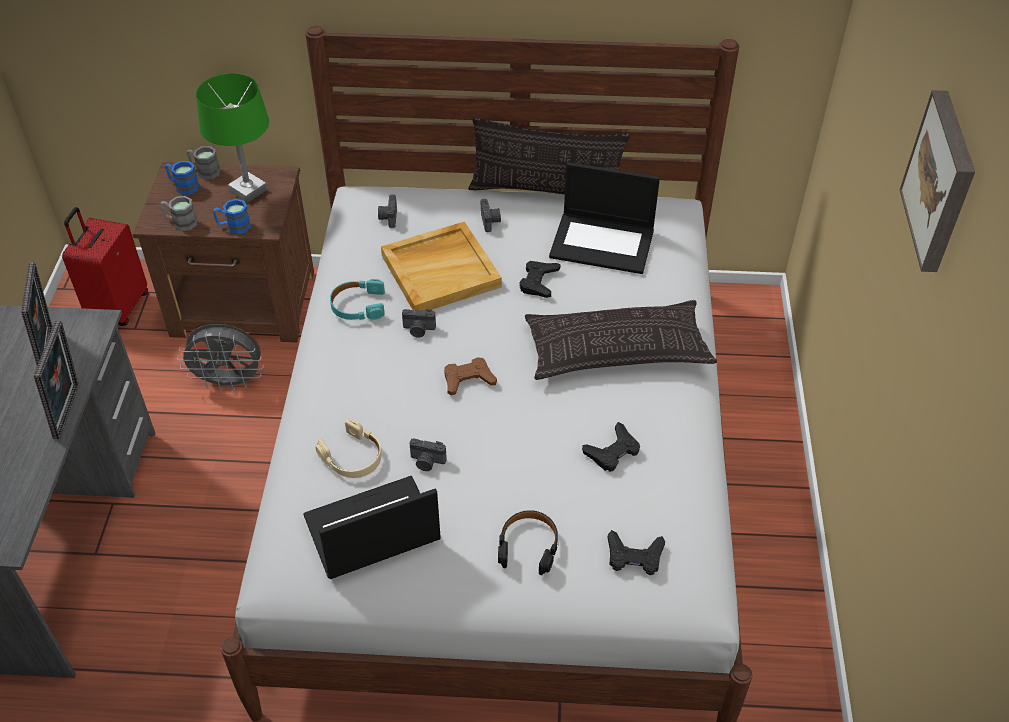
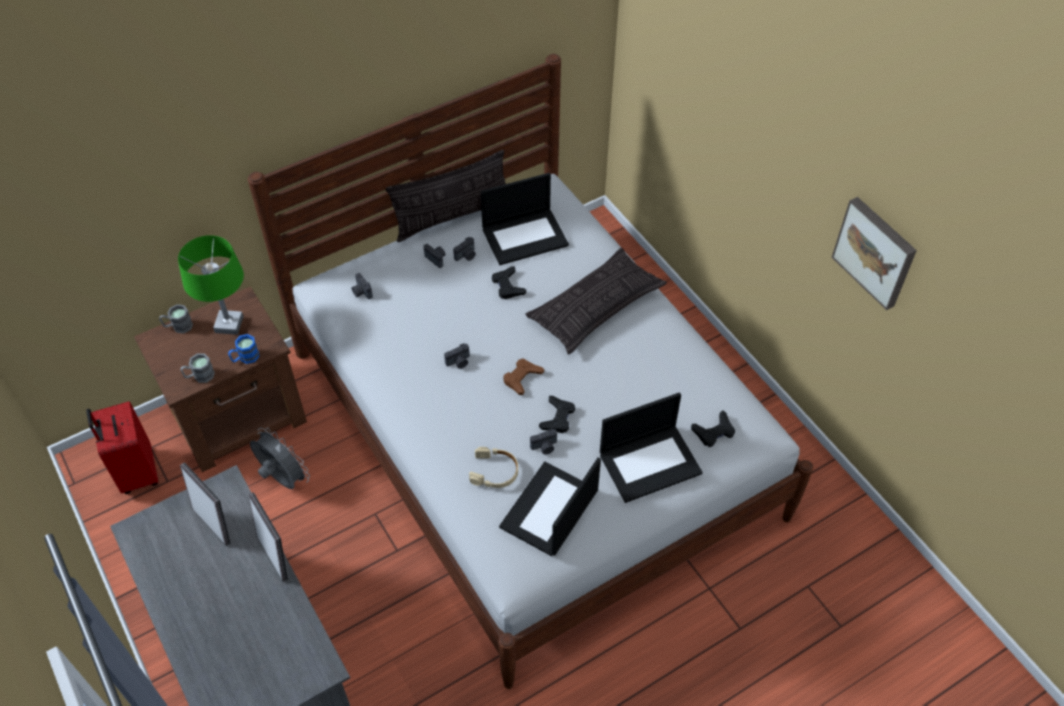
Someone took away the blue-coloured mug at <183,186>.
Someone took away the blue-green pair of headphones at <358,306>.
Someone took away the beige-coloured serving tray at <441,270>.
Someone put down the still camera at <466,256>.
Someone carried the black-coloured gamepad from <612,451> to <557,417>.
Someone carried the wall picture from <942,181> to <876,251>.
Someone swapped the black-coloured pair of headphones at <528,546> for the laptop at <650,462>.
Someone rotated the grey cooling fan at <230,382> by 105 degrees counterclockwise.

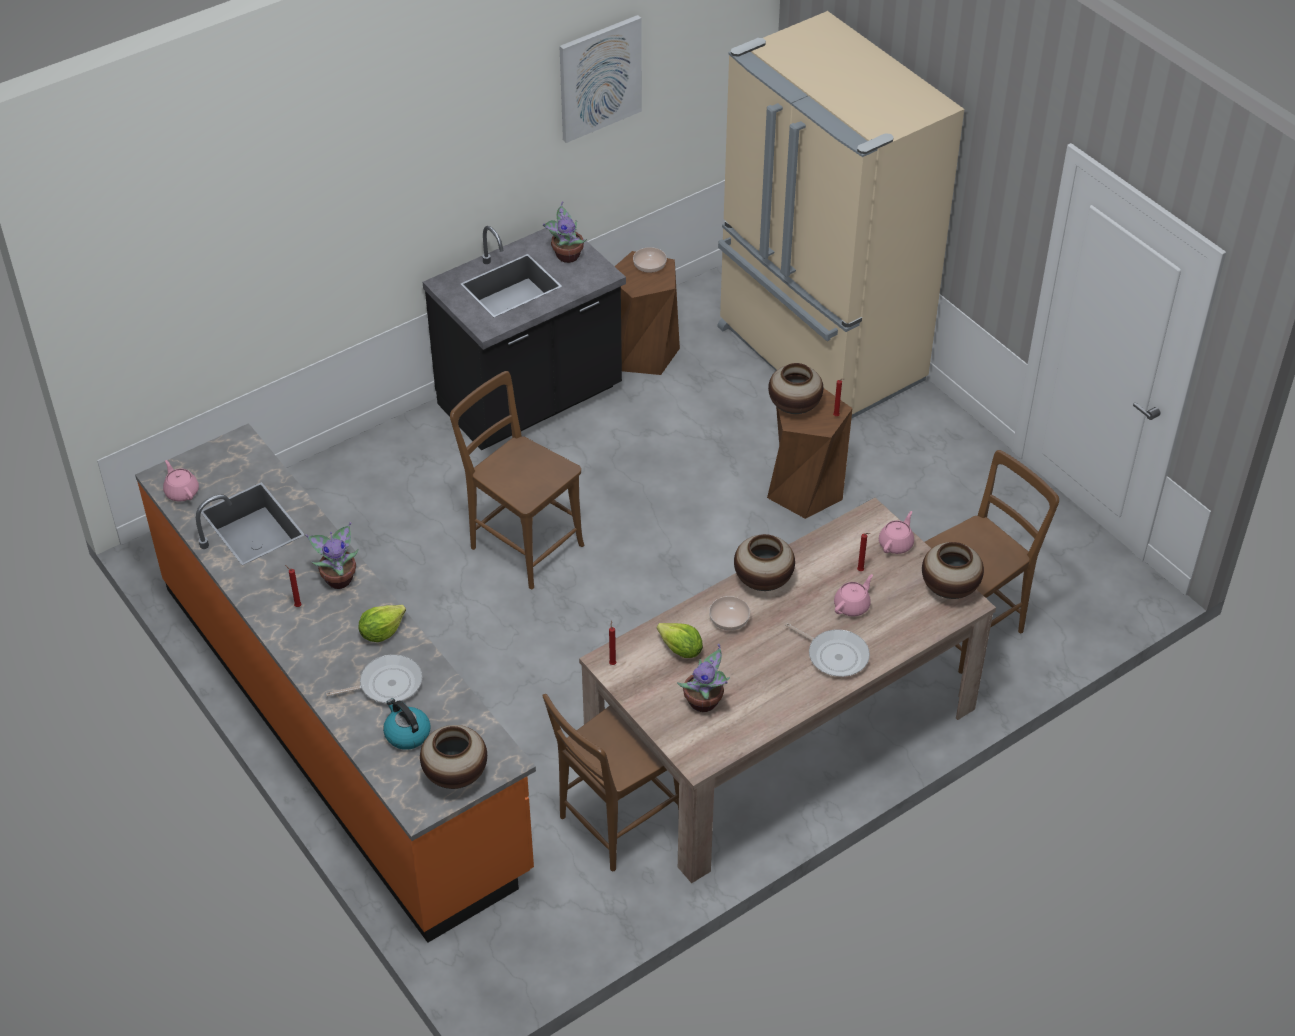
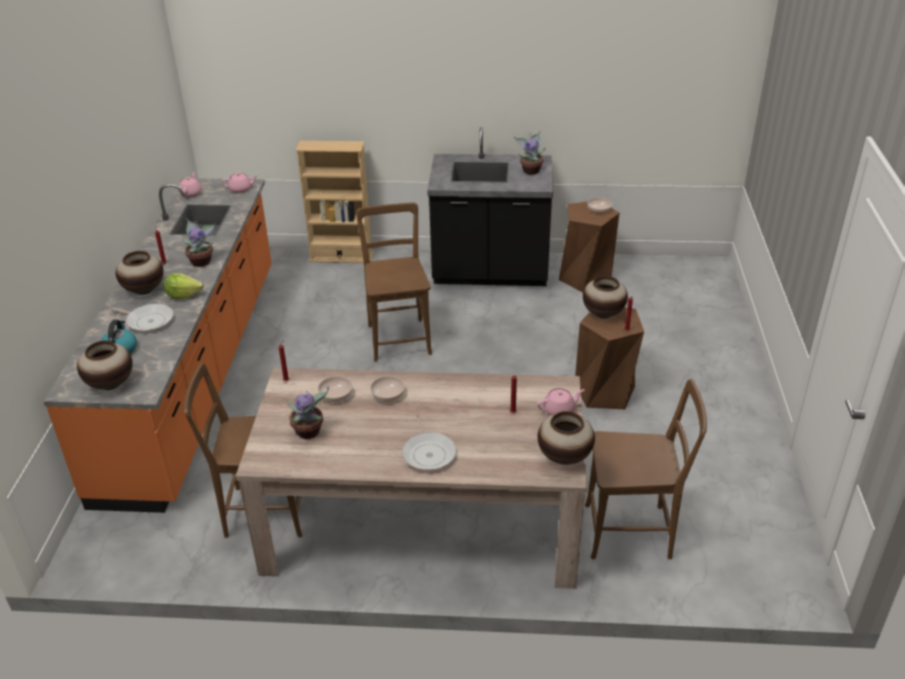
Someone took away the wall picture at <599,78>.
Someone took away the beige-coloured refrigerator at <818,356>.
Someone put down the beige-coloured bookcase at <341,257>.
Someone carried the vase from <763,581> to <144,290>.
Someone carried the pink-coloured tea pot from <852,606> to <241,189>.
Someone swapped the lettuce at <680,650> for the deep dish at <335,395>.

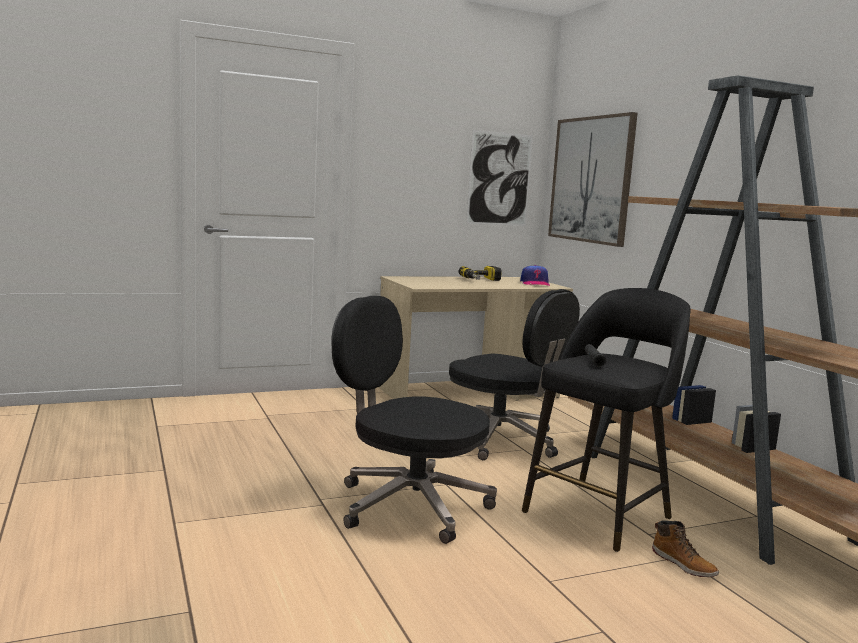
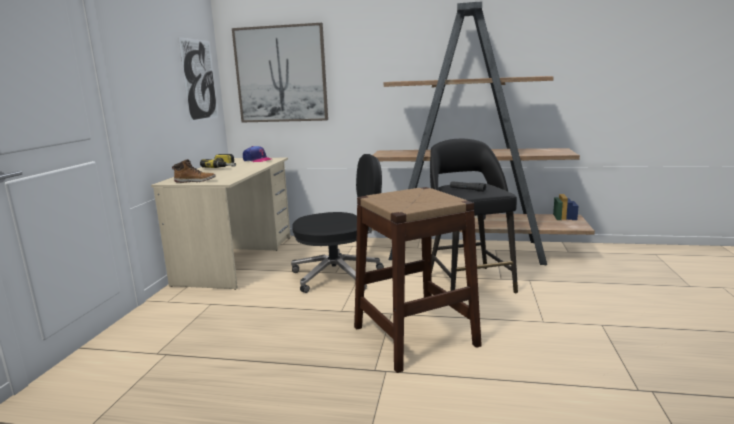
Someone carried the high-top boot from <684,564> to <195,181>.
Someone swapped the black-coloured computer chair at <409,505> for the brown sitting stool at <414,336>.

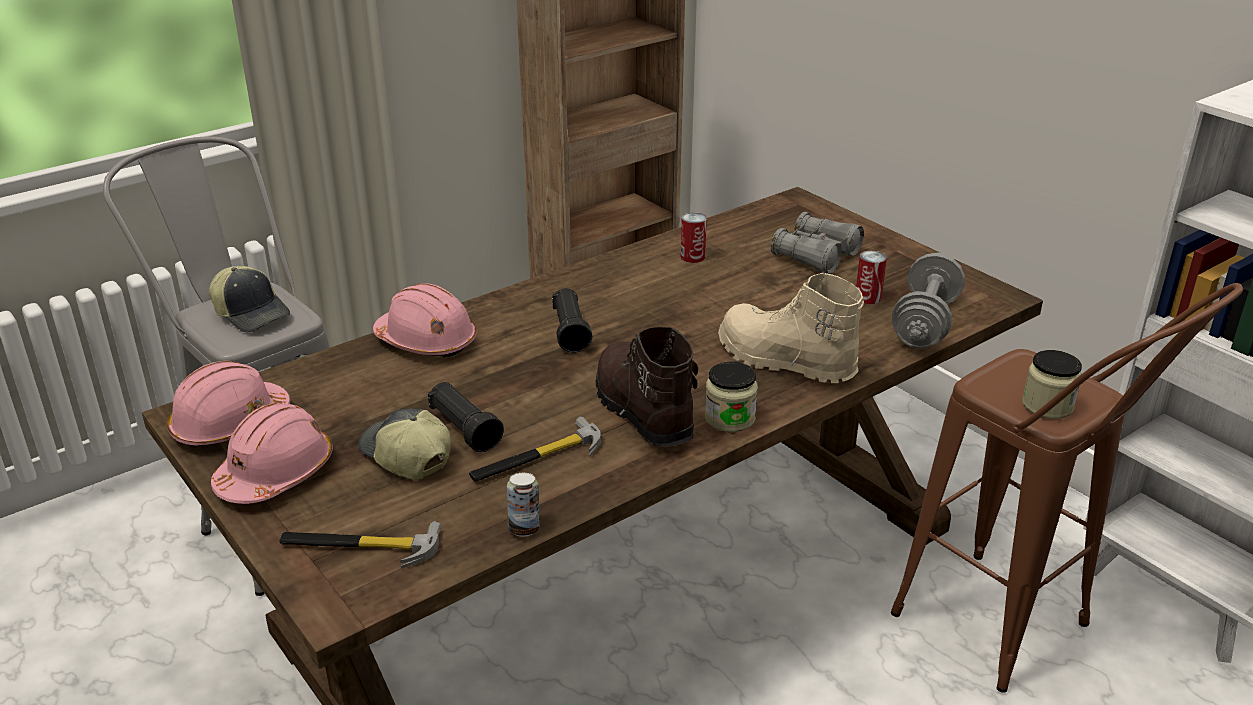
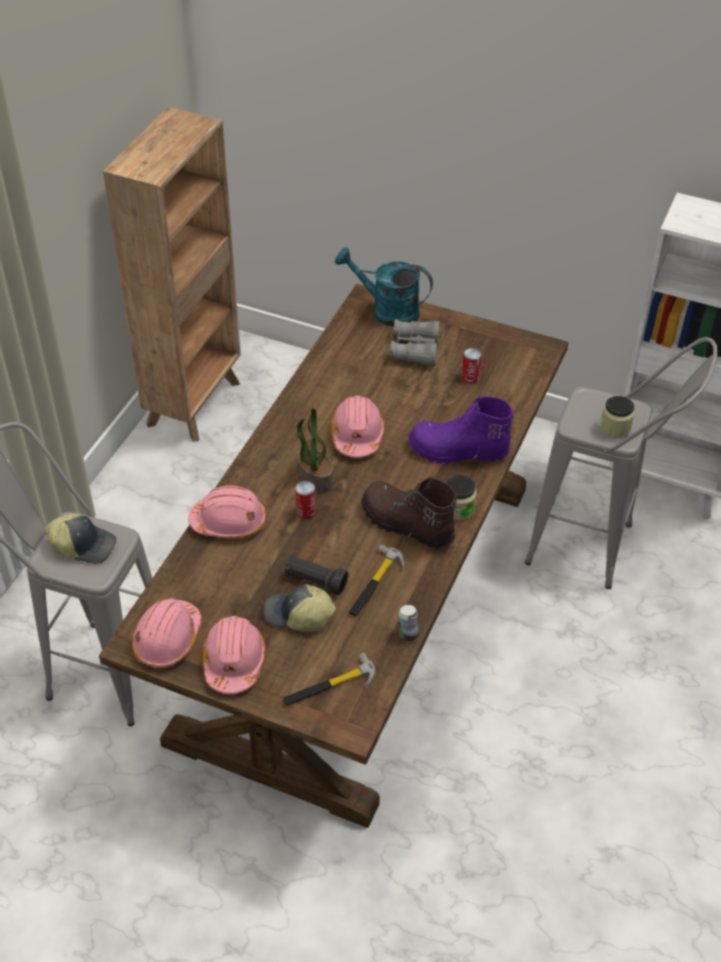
Someone took away the grey hand weight at <925,323>.
Someone put down the pink-coloured hard hat at <357,435>.
Someone put down the blue-green watering can at <387,310>.
Someone carried the metal can from <692,257> to <306,511>.
Someone swapped the black-coloured flashlight at <570,332> for the potted plant at <313,478>.
Someone repainted the beige-coloured high-top boot at <784,362>, which became the purplish high-top boot at <458,452>.
Someone repainted the brown sitting stool at <1014,636>, which became the grey sitting stool at <597,549>.

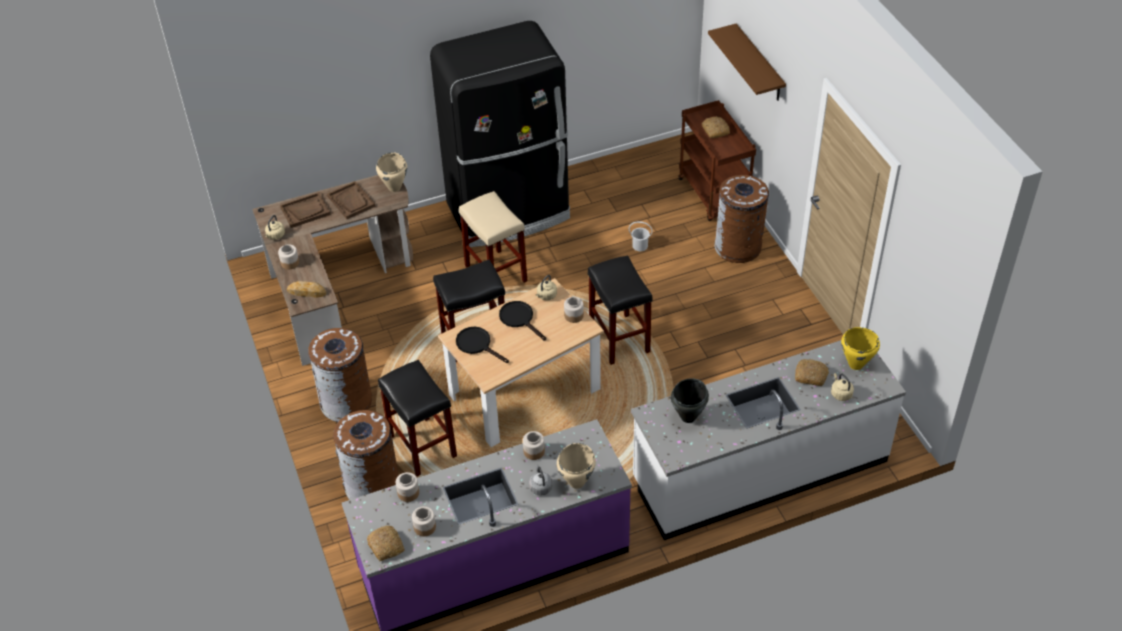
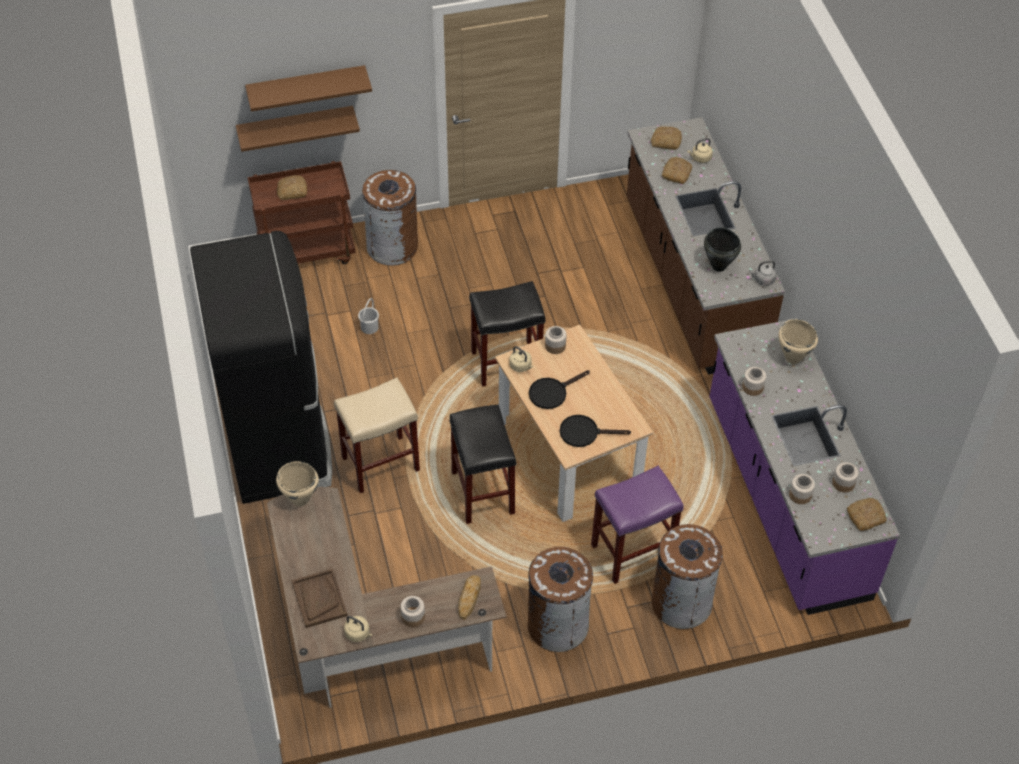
Someone took away the brown serving tray at <351,201>.
Someone put up the brown shelf at <296,126>.
Someone carried the grey water kettle from <540,487> to <763,280>.
Someone swapped the yellow-coloured stockpot at <855,364> for the baked bread at <666,142>.
Someone repainted the black-coloured sitting stool at <421,446>, which became the purplish sitting stool at <631,553>.
Someone repainted the whitish kitchen base unit at <759,470>, which became the brown kitchen base unit at <692,281>.
Someone rotated the black-coloured pan at <477,344> by 45 degrees clockwise.

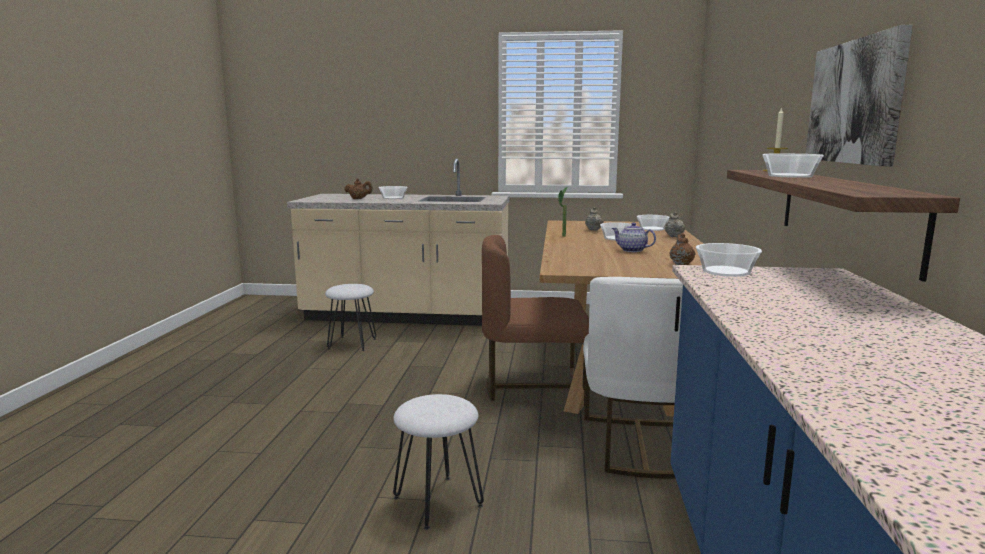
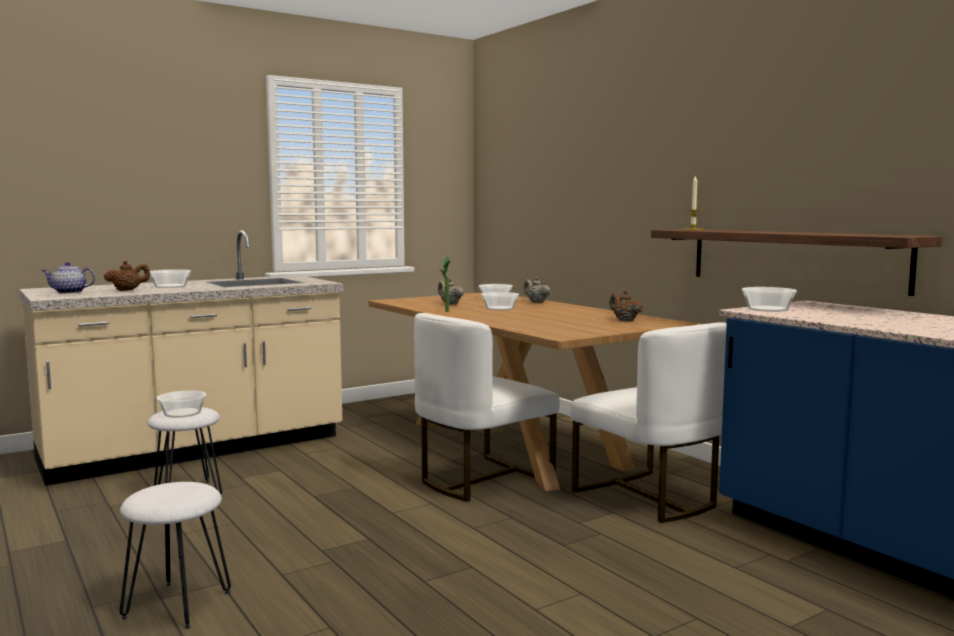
Someone took away the wall picture at <855,102>.
Someone carried the whitish sitting stool from <437,501> to <176,604>.
Someone carried the tea pot from <631,250> to <68,292>.
Someone carried the deep dish from <790,176> to <183,413>.
Someone repainted the brown chair at <534,387>, which became the whitish chair at <482,480>.

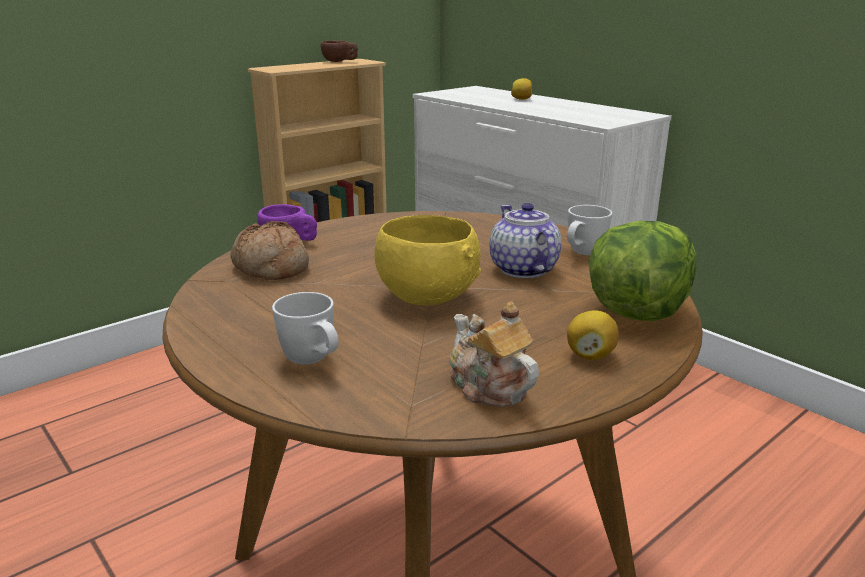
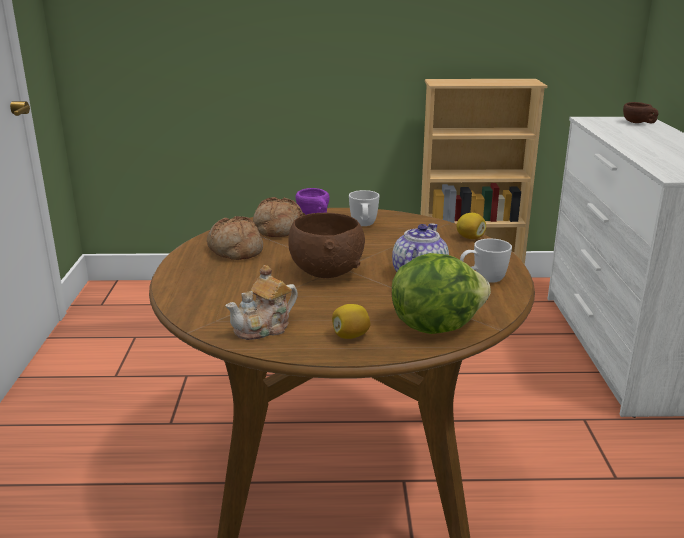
Someone put down the baked bread at <235,250>.
Someone carried the whitish mug from <313,362> to <364,226>.
Someone carried the brown cup from <340,62> to <639,123>.
Someone carried the lemon from <521,99> to <470,237>.
Someone repainted the yellow-coloured deep dish at <426,297>, which became the brown deep dish at <326,272>.
Someone rotated the tea pot at <488,387> by 135 degrees counterclockwise.

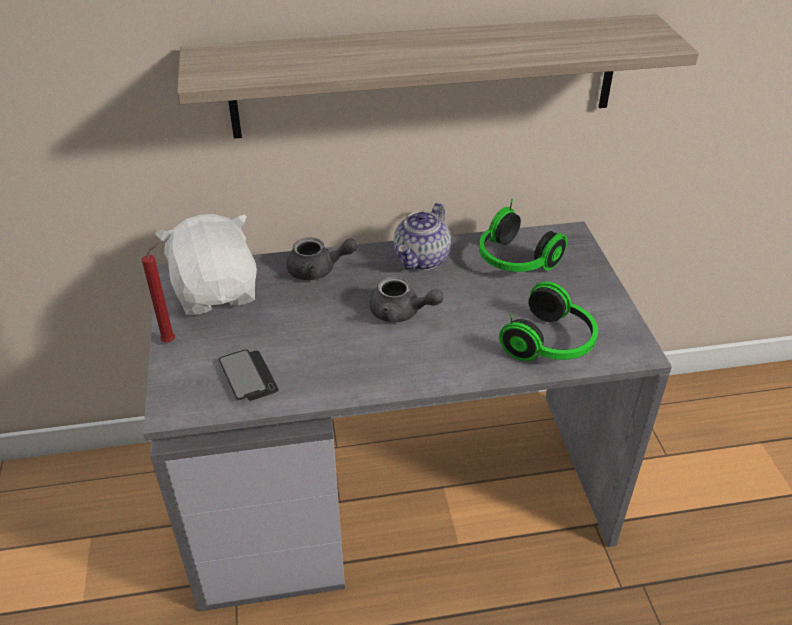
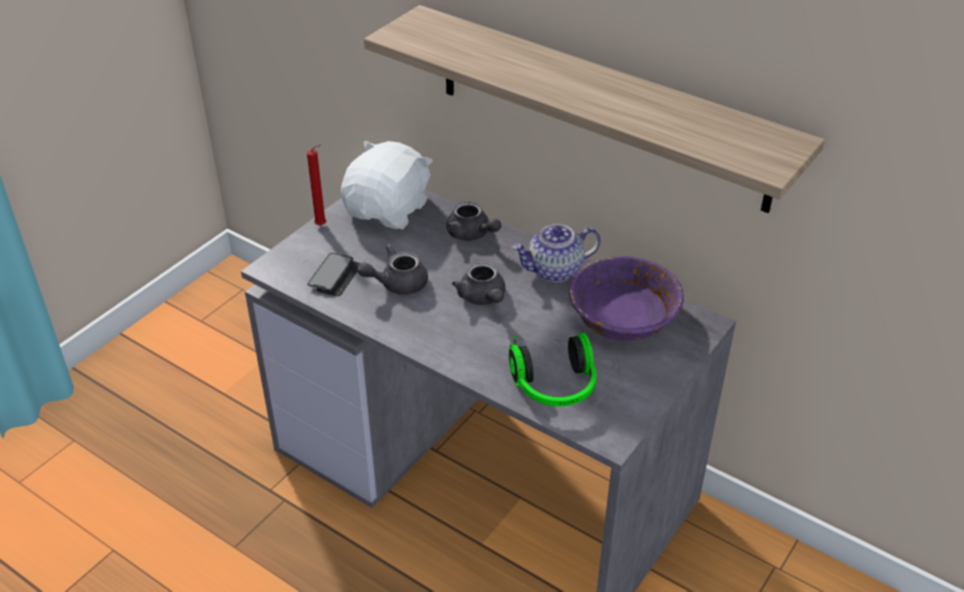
Someone put down the grey tea pot at <397,283>.
Someone swapped the pair of headphones at <514,261> for the purplish deep dish at <623,315>.

